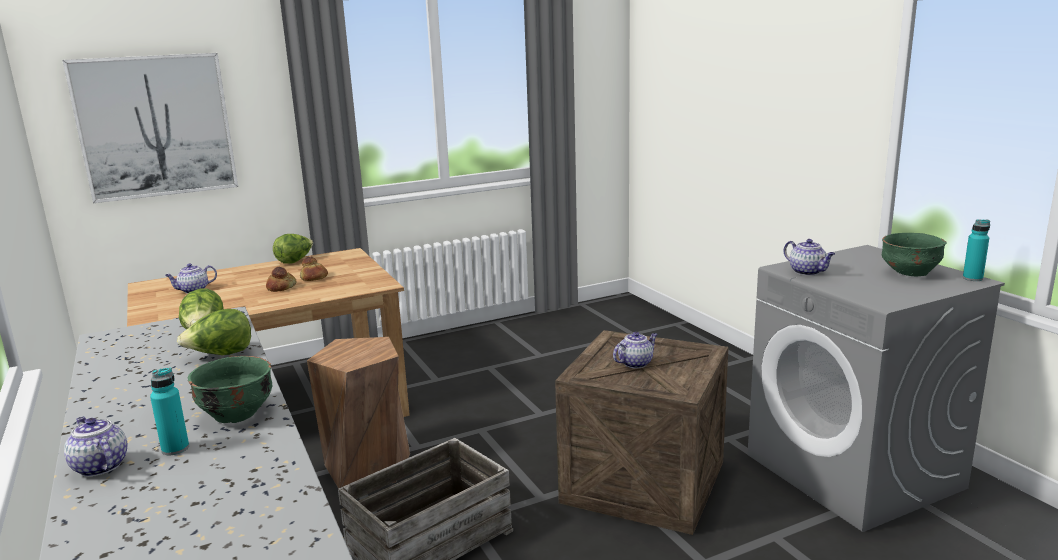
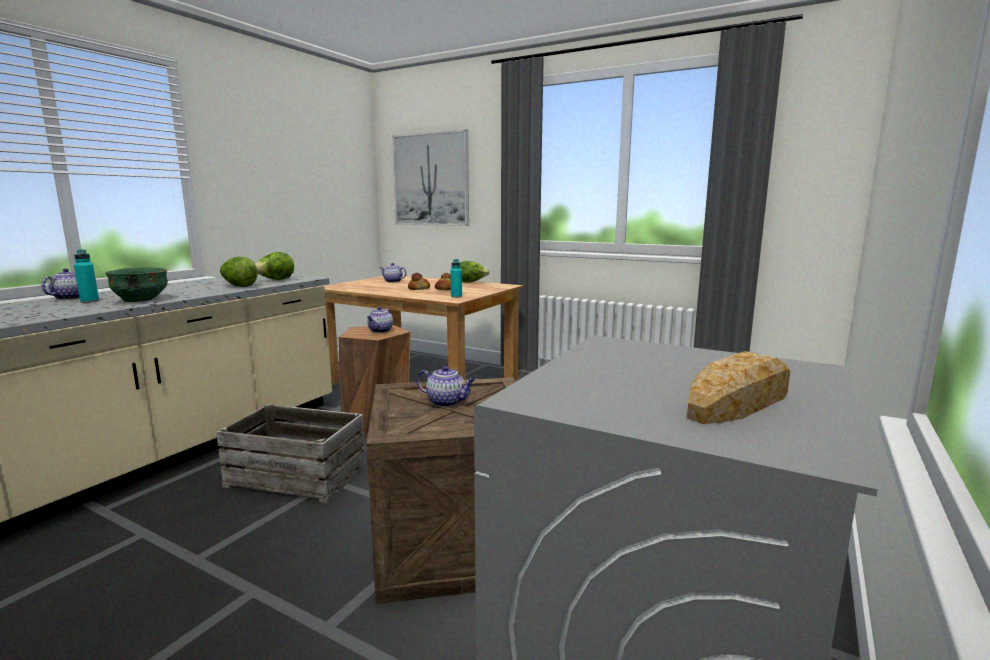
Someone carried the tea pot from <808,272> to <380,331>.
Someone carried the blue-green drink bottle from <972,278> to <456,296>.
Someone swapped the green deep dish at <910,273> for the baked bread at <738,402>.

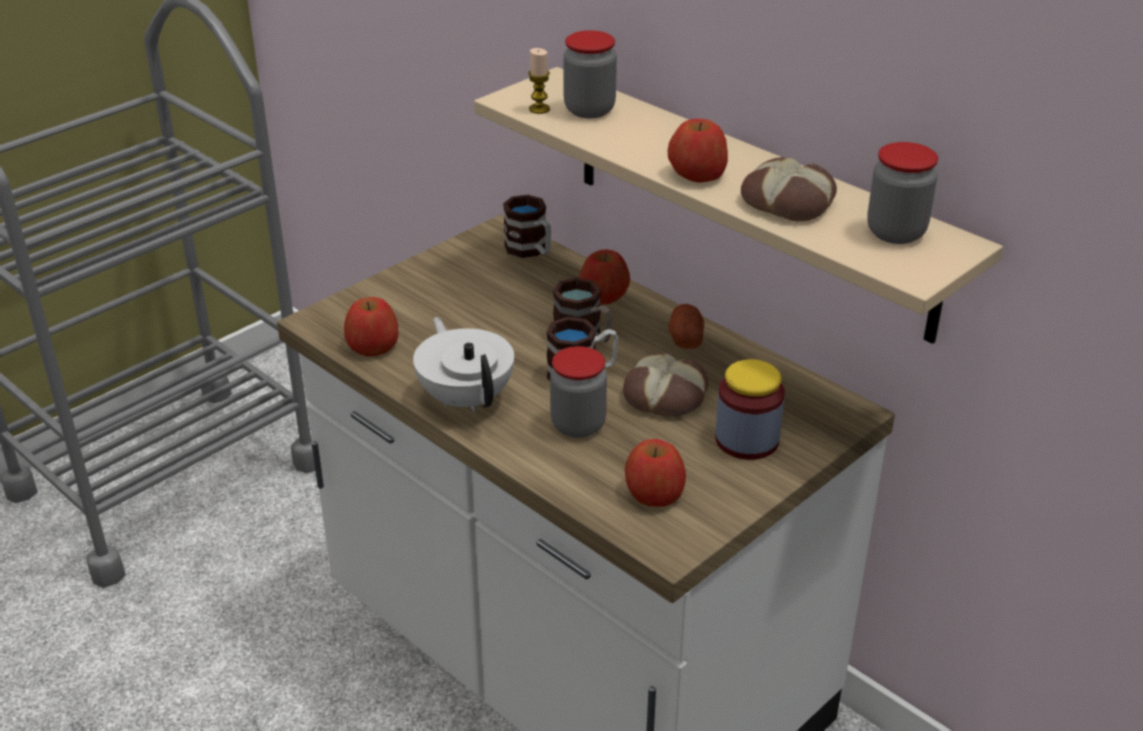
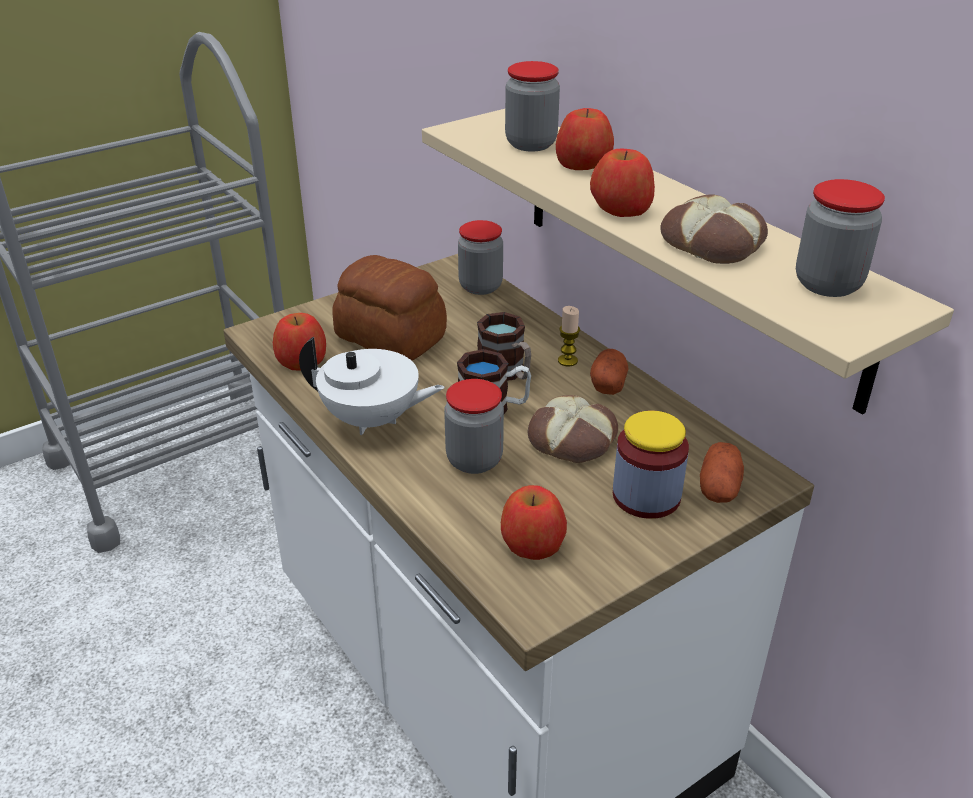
Someone put down the baked bread at <390,338>.
Someone put down the spud at <719,487>.
Someone carried the wax light from <539,109> to <567,361>.
Someone carried the apple fruit from <604,296> to <583,164>.
Someone swapped the mug at <531,250> for the storage jar at <480,286>.
Someone rotated the whitish tea pot at <466,397> by 120 degrees clockwise.

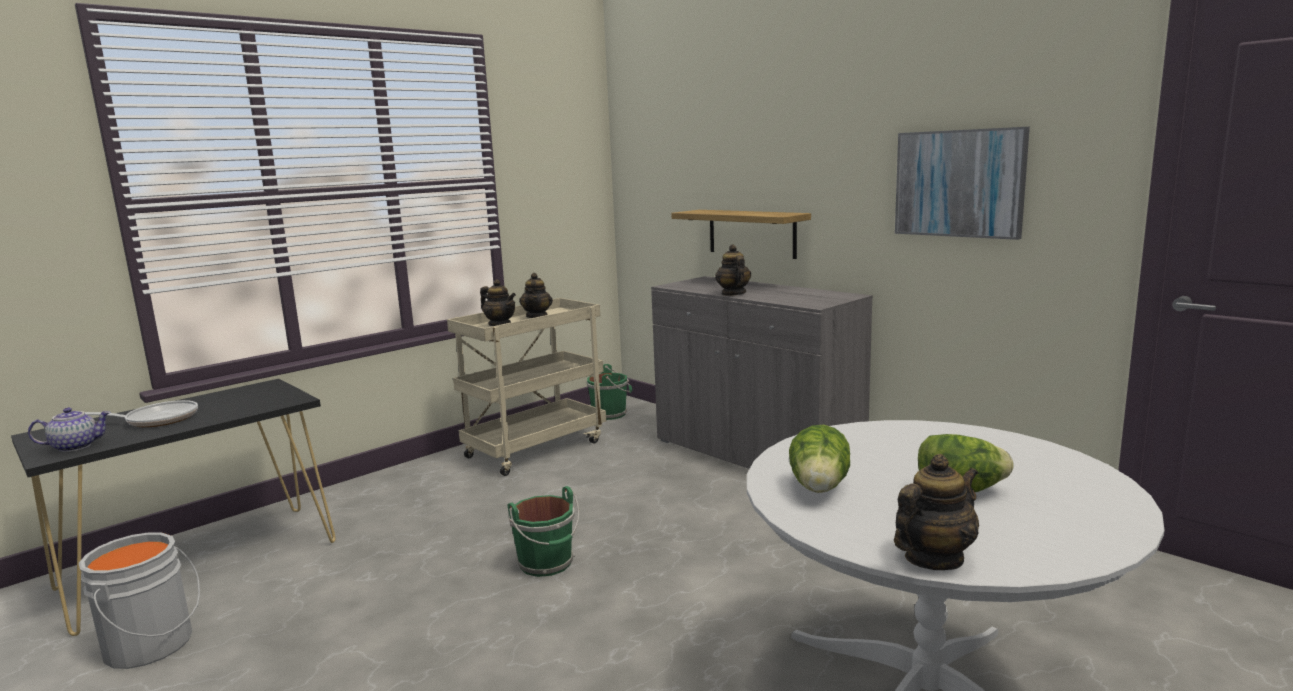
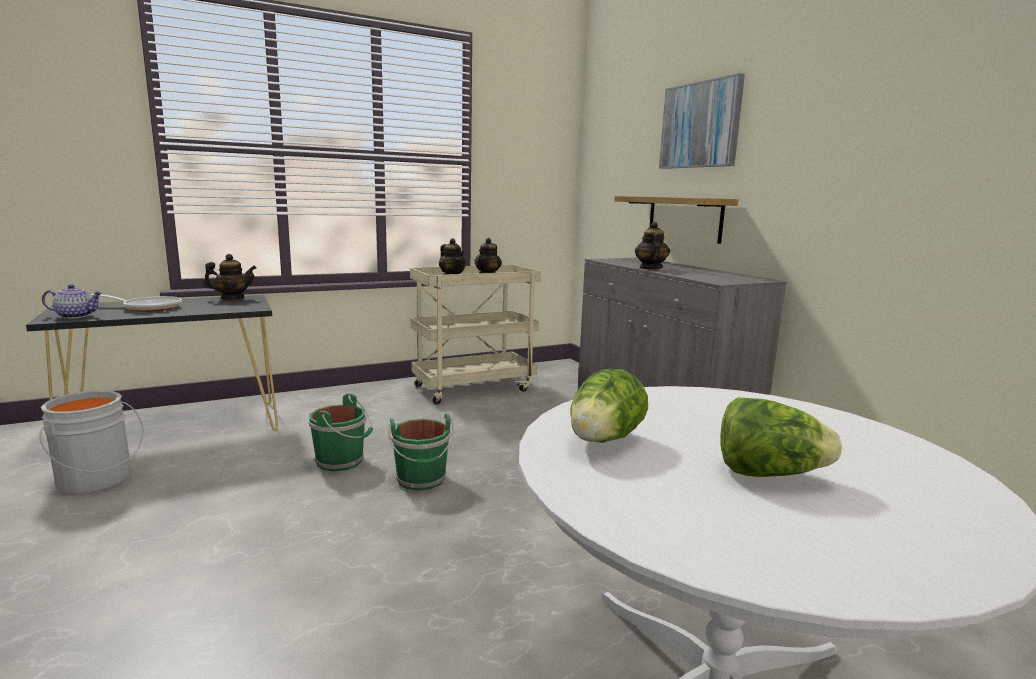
Someone carried the green pail from <611,414> to <342,461>.
Someone carried the tea pot from <933,559> to <232,298>.
Someone carried the wall picture from <959,183> to <700,125>.

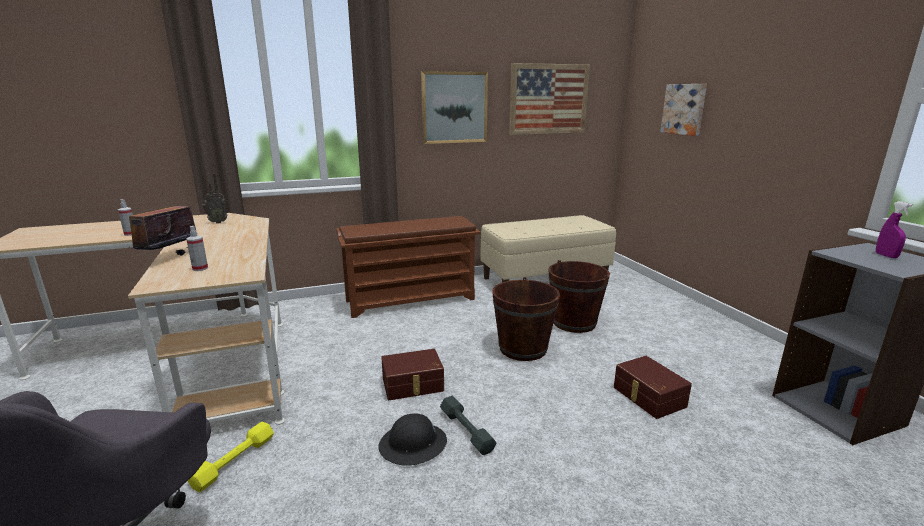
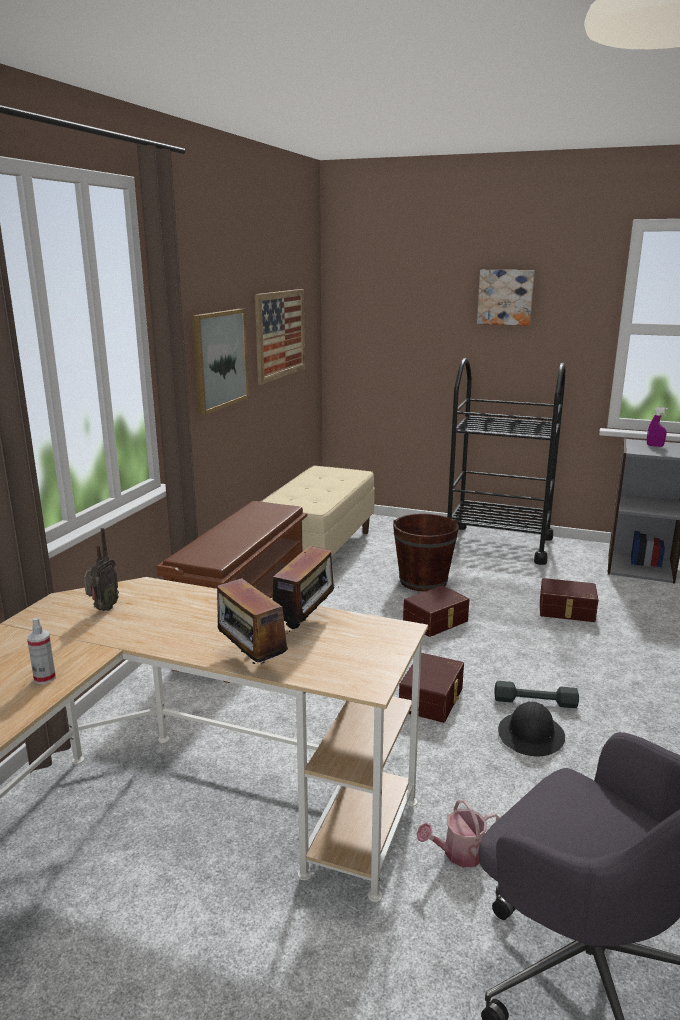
Someone took away the hand sprayer at <200,268>.
Someone put down the radio receiver at <306,624>.
Someone put down the black-coloured wheeled cart at <498,544>.
Someone carried the wall picture from <684,109> to <505,297>.
Someone swapped the yellow-coloured hand weight at <234,461> for the watering can at <458,854>.
Someone swapped the brown pail at <523,348> for the brown storage box at <436,622>.

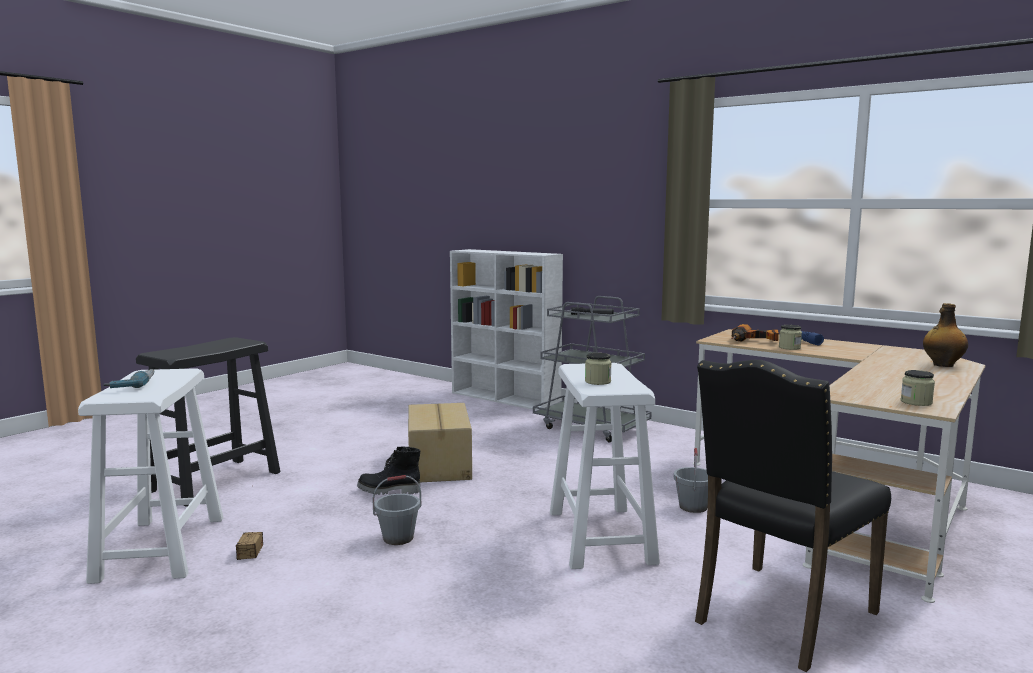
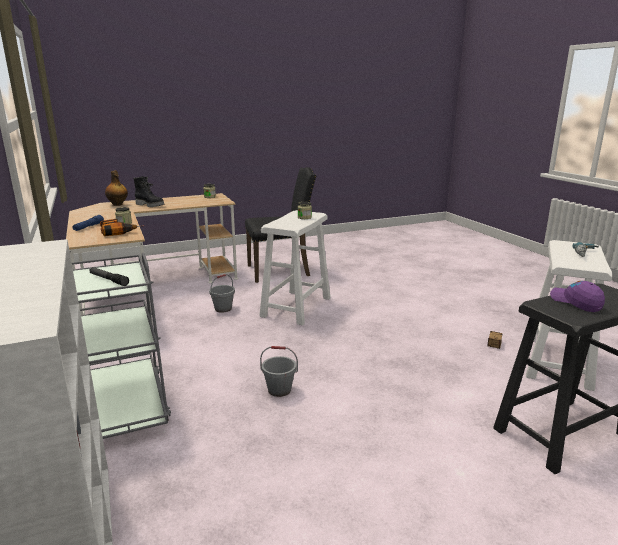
Someone took away the packing box at <440,464>.
Someone put down the purplish baseball cap at <576,302>.
Someone carried the black-coloured high-top boot from <388,491> to <150,205>.
Someone carried the grey pail from <398,538> to <279,390>.

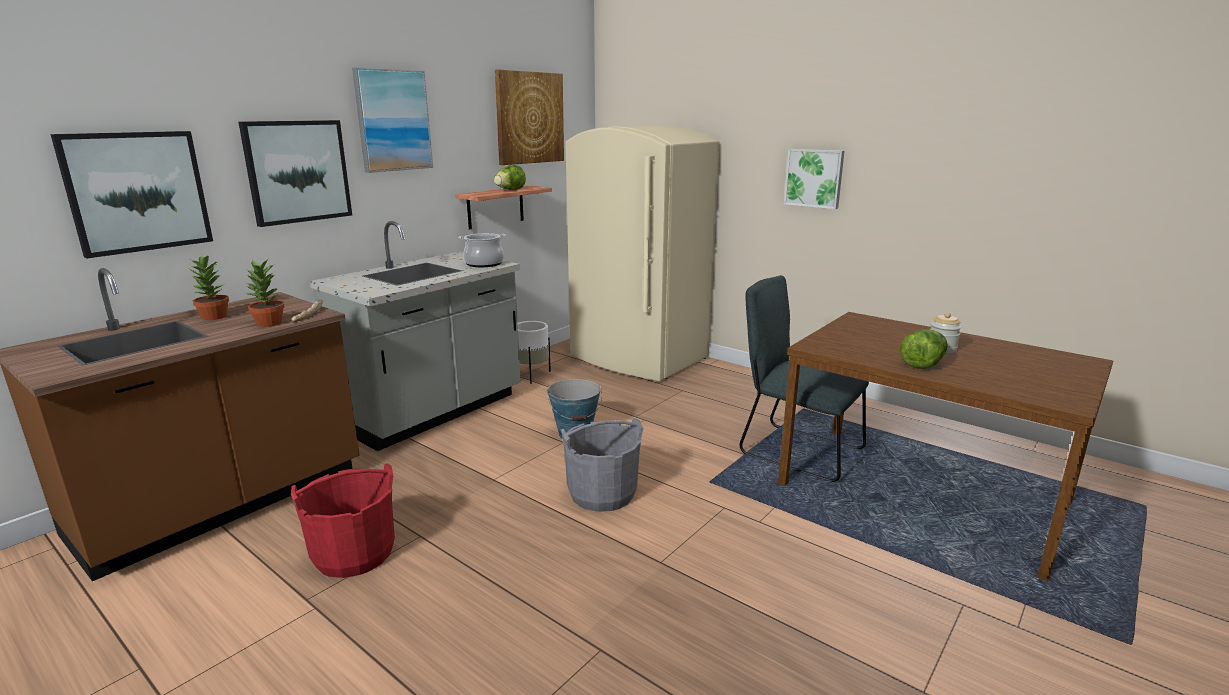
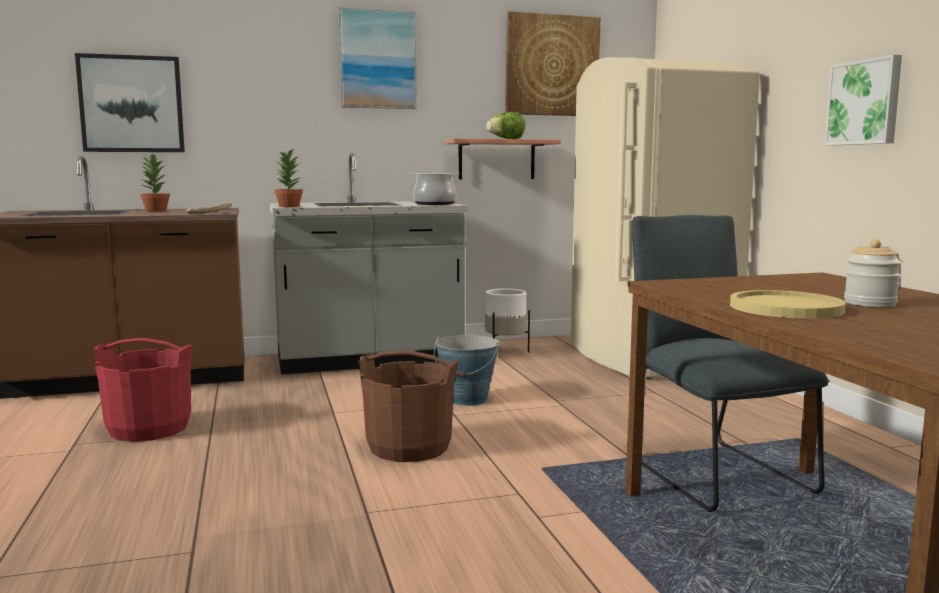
Someone took away the wall picture at <297,171>.
Someone carried the potted plant from <269,323> to <289,206>.
Someone swapped the lettuce at <923,364> for the yellow-coloured dinner plate at <785,308>.
Someone repainted the grey pail at <602,494>, which became the brown pail at <409,447>.

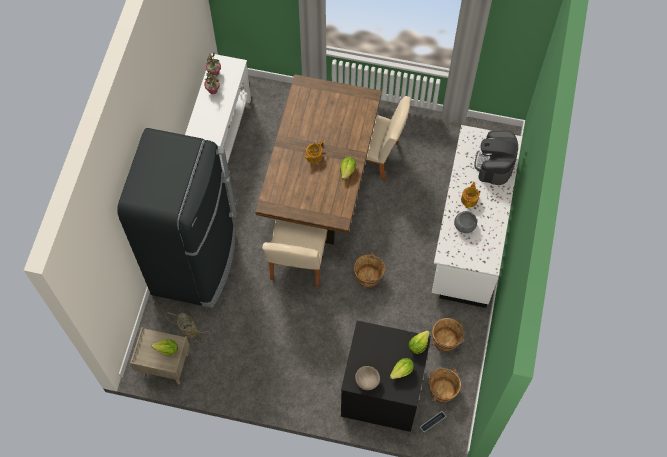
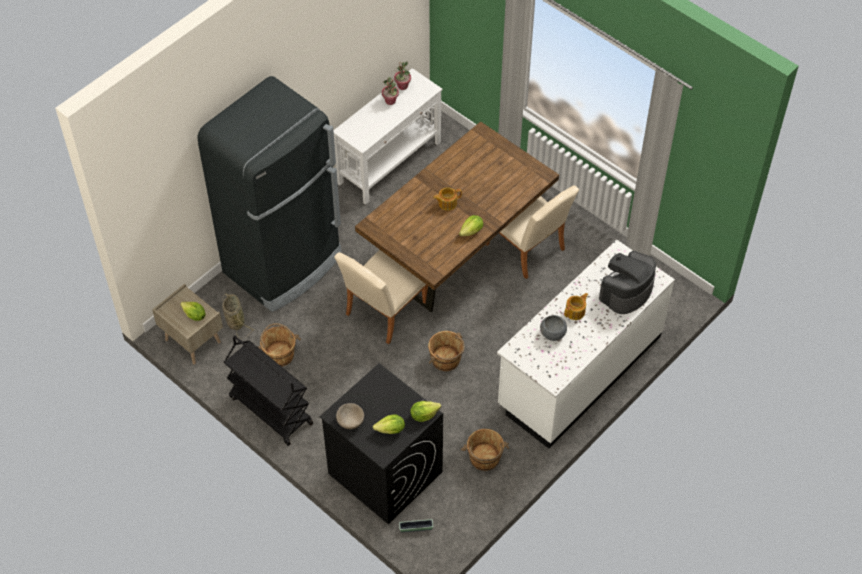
Someone put down the black-coloured wheeled cart at <270,410>.
Someone carried the brown pail from <442,390> to <279,354>.

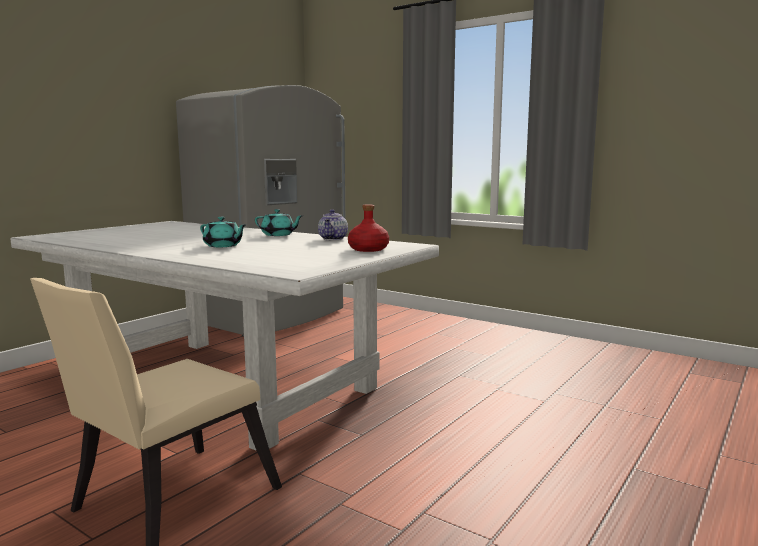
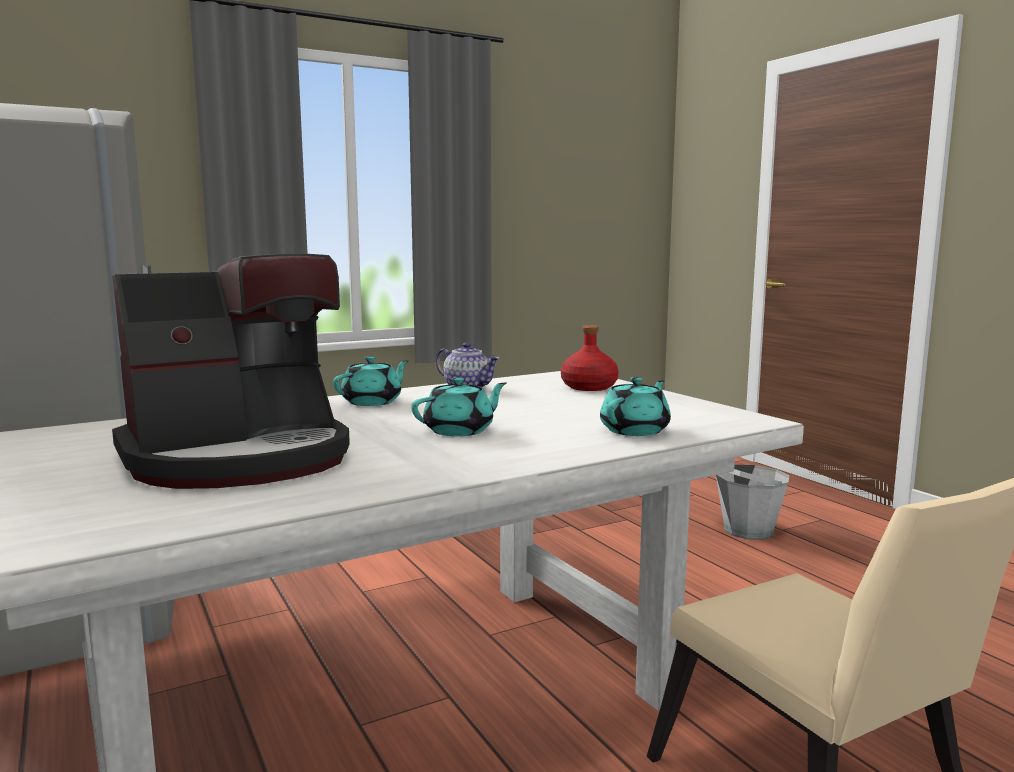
Someone put down the coffee machine at <240,458>.
Someone put down the blue-green tea pot at <635,430>.
Someone put down the grey pail at <748,530>.

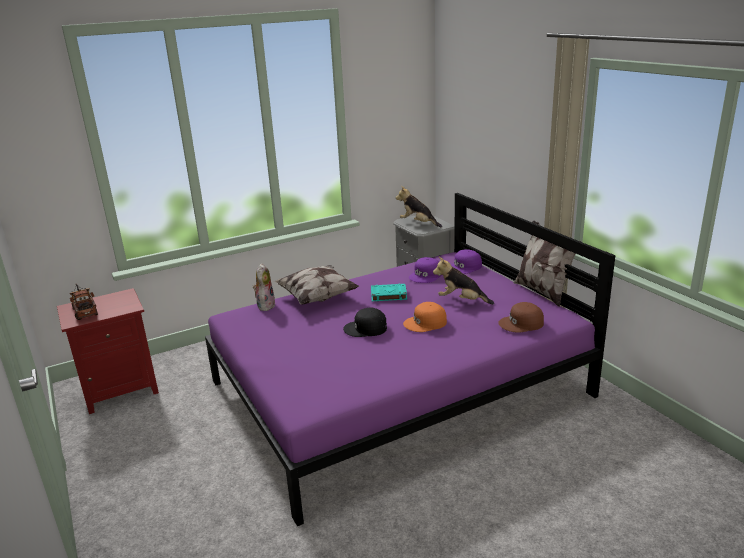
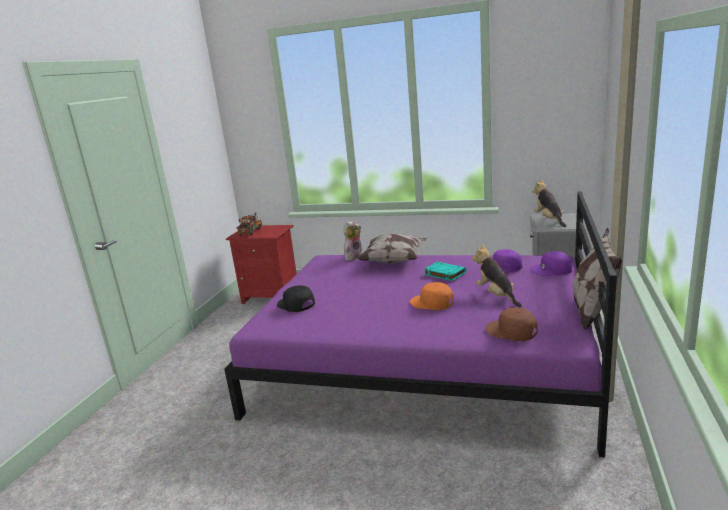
Someone carried the black-coloured baseball cap from <366,329> to <295,304>.

